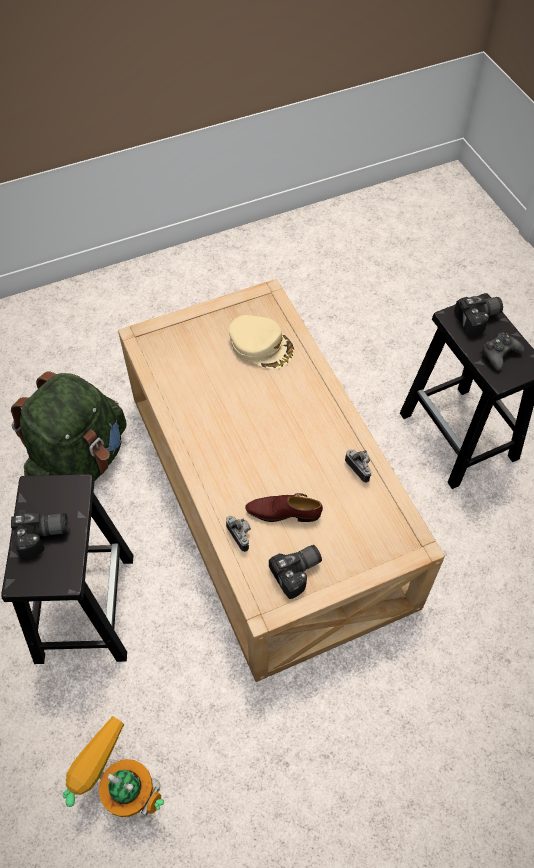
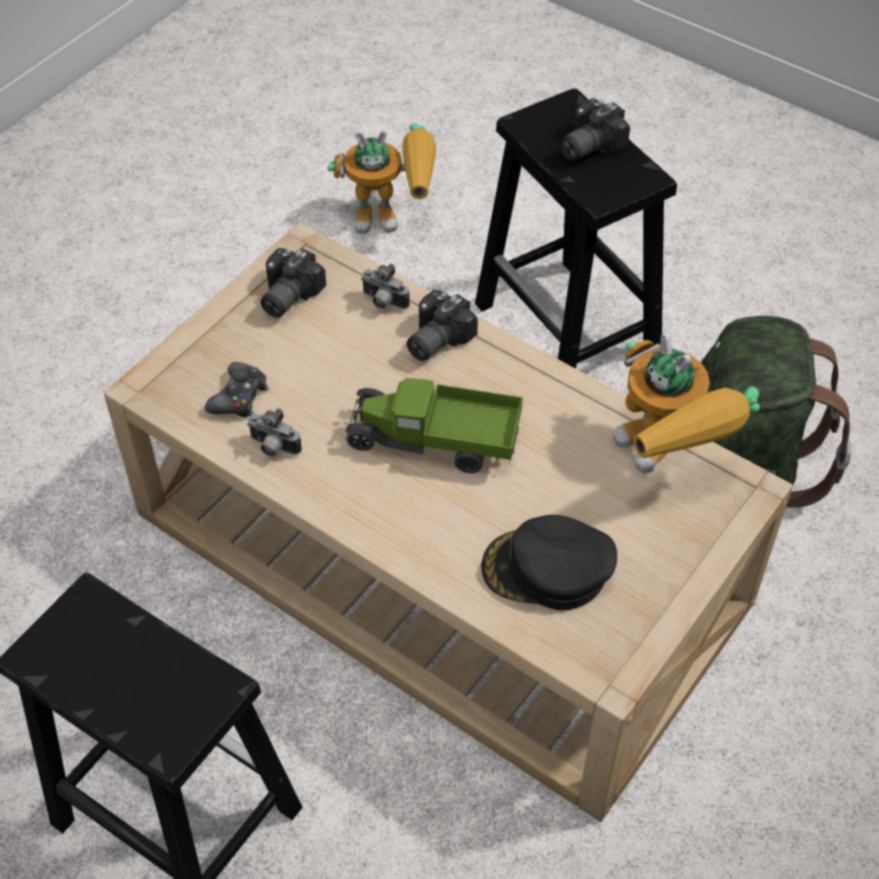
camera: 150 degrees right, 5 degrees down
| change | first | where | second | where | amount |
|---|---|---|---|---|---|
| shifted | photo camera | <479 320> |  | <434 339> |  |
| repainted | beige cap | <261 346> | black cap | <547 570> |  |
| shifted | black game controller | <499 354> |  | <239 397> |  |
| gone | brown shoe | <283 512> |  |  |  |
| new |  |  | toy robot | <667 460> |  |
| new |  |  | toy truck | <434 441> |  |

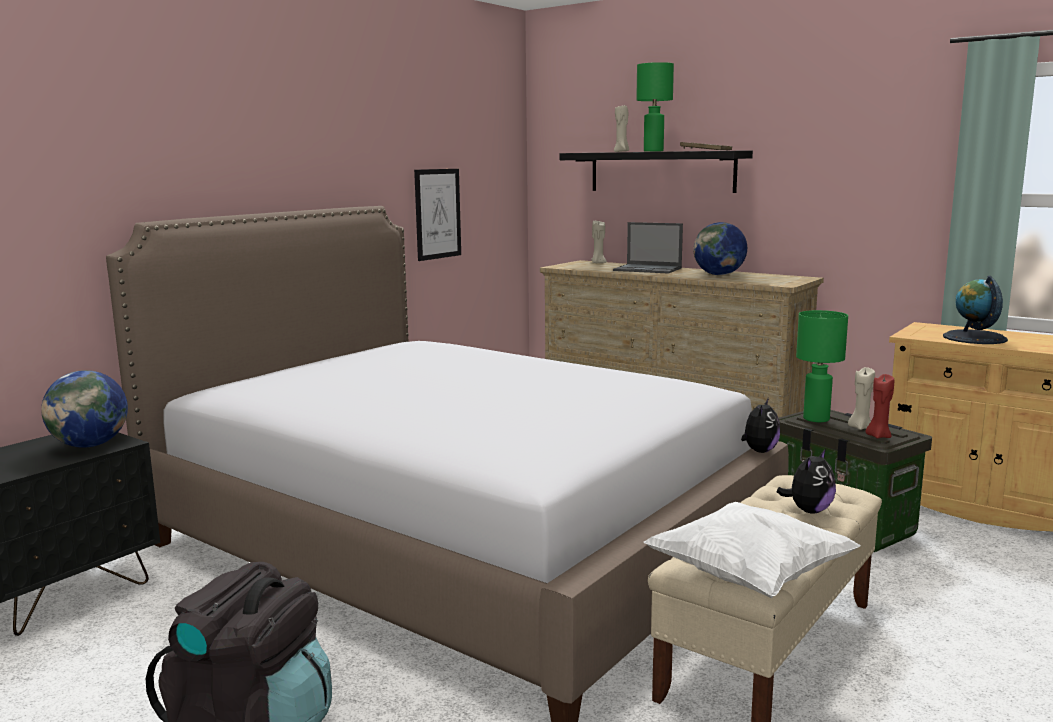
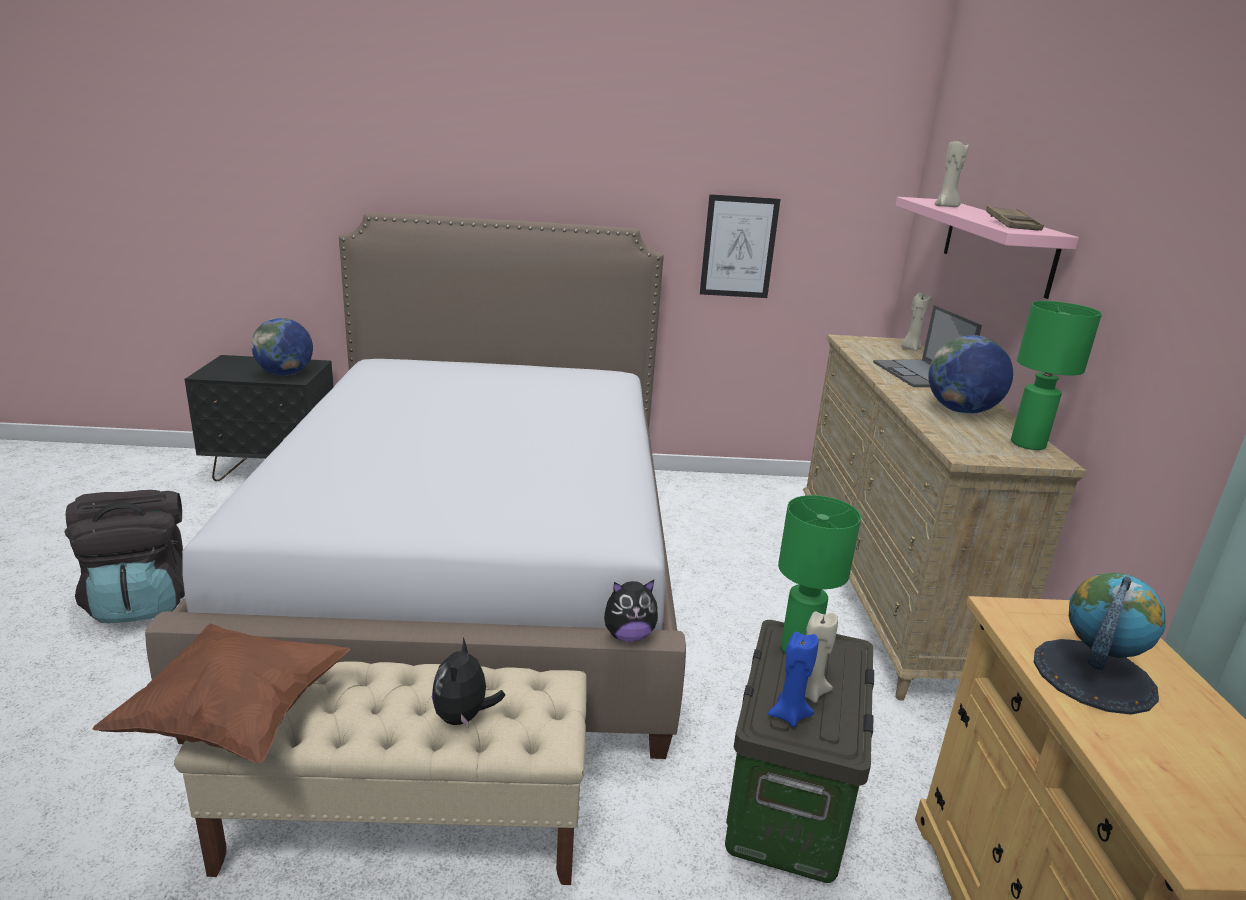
camera: 50 degrees right, 10 degrees up
| change | first | where | second | where | amount |
|---|---|---|---|---|---|
| shifted | green table lamp | <653 151> |  | <1027 444> |  |
| repainted | black shelf | <661 171> | pink shelf | <996 244> |  |
| repainted | red candle | <878 436> | blue candle | <789 715> |  |
| rotated | plush toy | <808 510> |  | <464 717> | 90 degrees clockwise |
| repainted | white pillow | <749 577> | brown pillow | <236 717> |  |

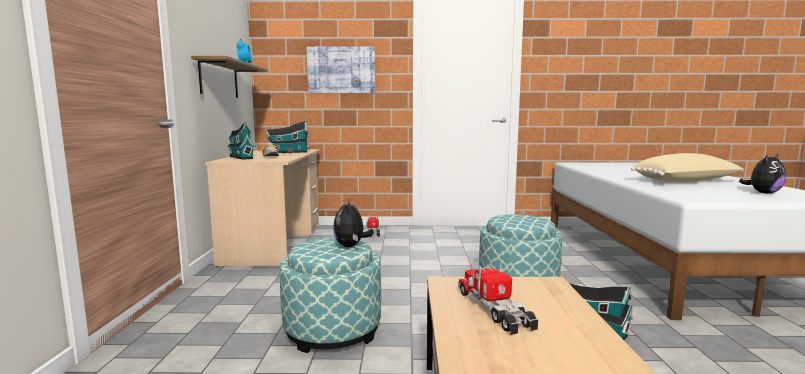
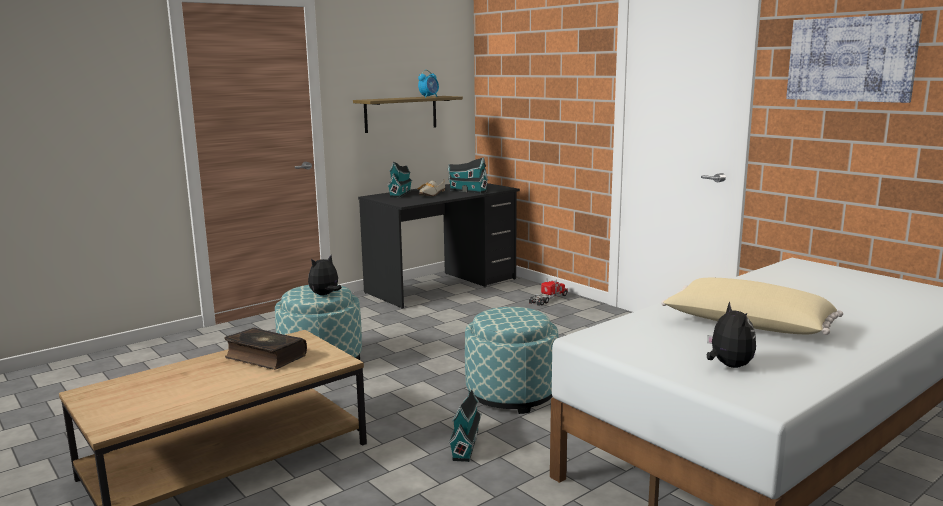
camera: 50 degrees right, 5 degrees up
| change | first | where | second | where | amount |
|---|---|---|---|---|---|
| shifted | picture | <341 70> |  | <851 59> |  |
| repainted | beige desk | <275 243> | black desk | <442 286> |  |
| rotated | plush toy | <763 193> |  | <728 365> | 120 degrees counterclockwise |
| swapped | toy truck | <494 309> | book | <265 357> |  |

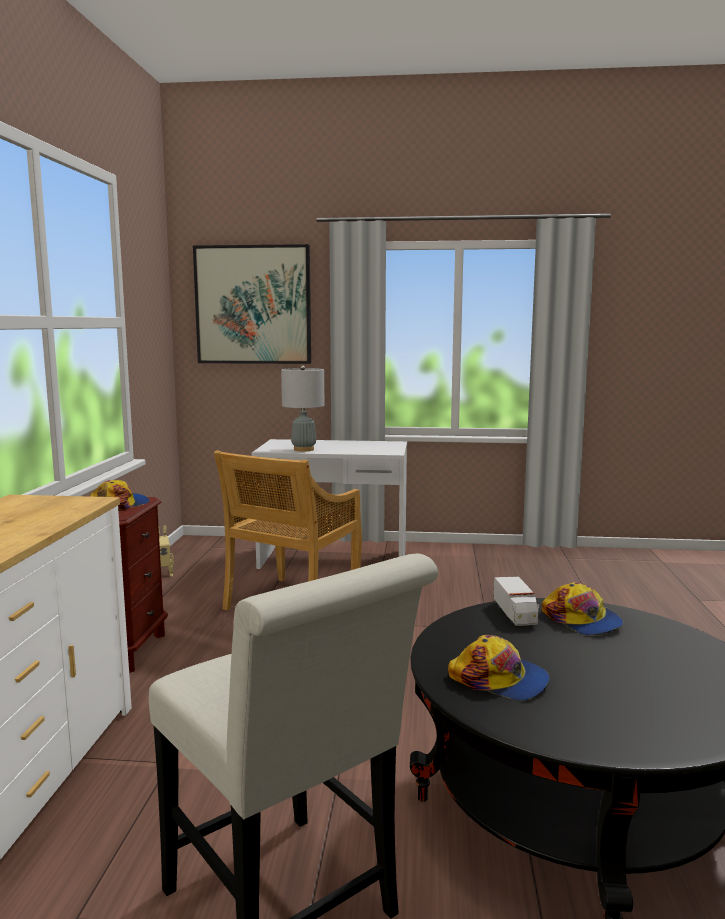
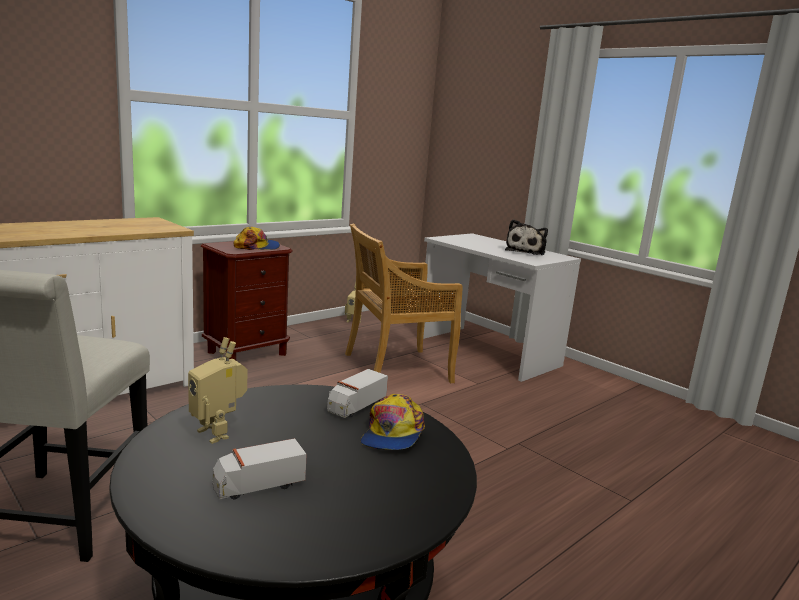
camera: 40 degrees right, 5 degrees up
| change | first | where | second | where | amount |
|---|---|---|---|---|---|
| gone | picture | <253 305> |  |  |  |
| gone | grey table lamp | <304 449> |  |  |  |
| swapped | cap | <499 680> | toy robot | <218 432> |  |
| new |  |  | plush toy | <526 251> |  |
| new |  |  | toy truck | <258 486> |  |

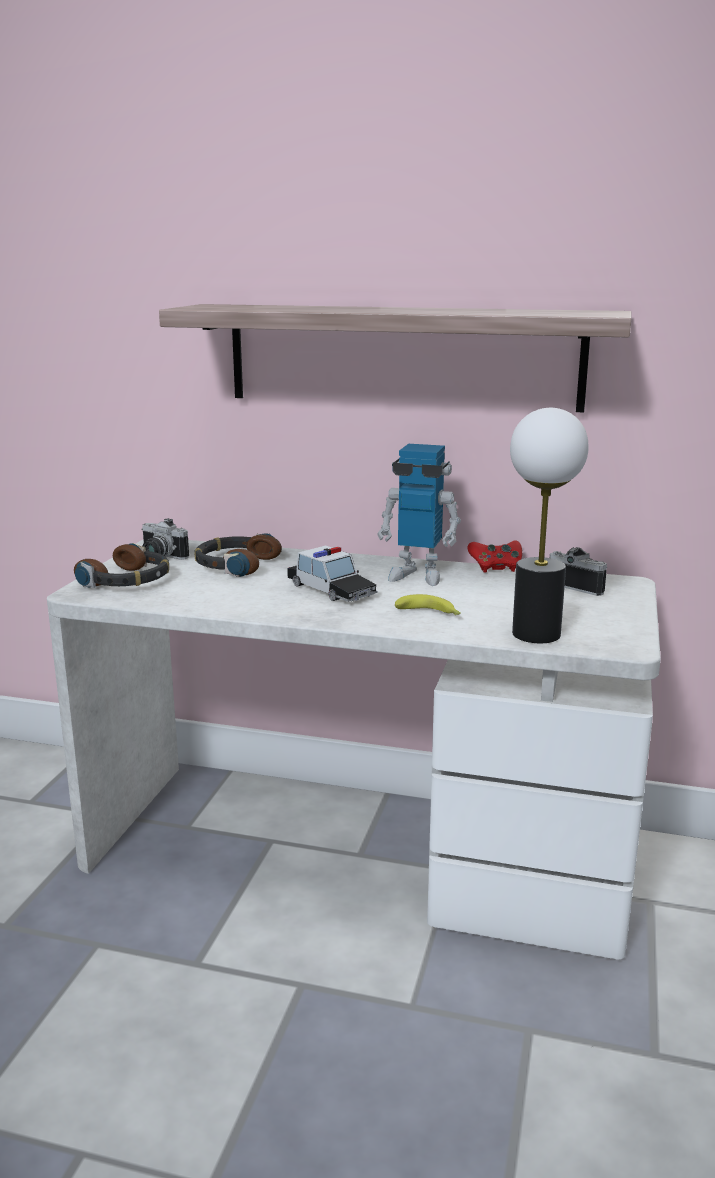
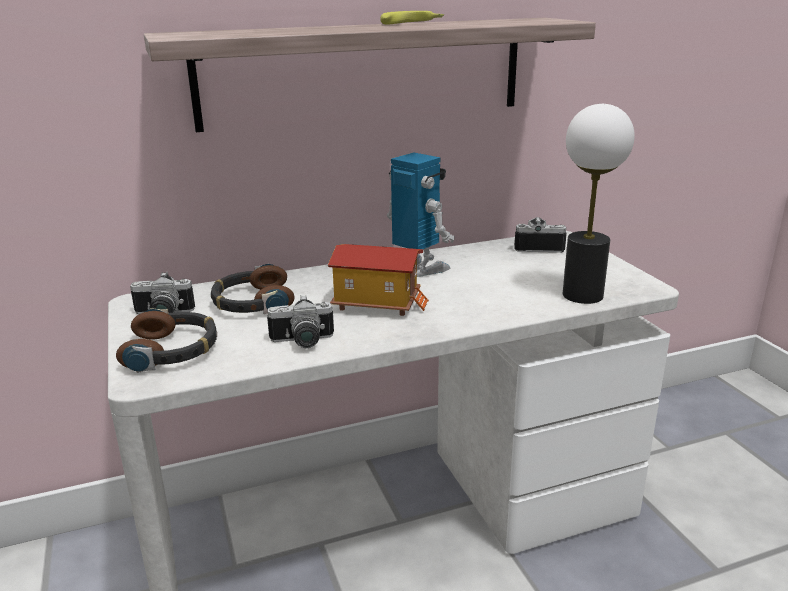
camera: 35 degrees left, 5 degrees up
| change | first | where | second | where | amount |
|---|---|---|---|---|---|
| rotated | toy robot | <417 575> |  | <419 269> | 120 degrees counterclockwise |
| gone | red game controller | <495 568> |  |  |  |
| swapped | toy car | <331 590> | toy house | <378 302> |  |
| shifted | banana | <430 614> |  | <412 24> |  |
| new |  |  | photo camera | <302 342> |  |

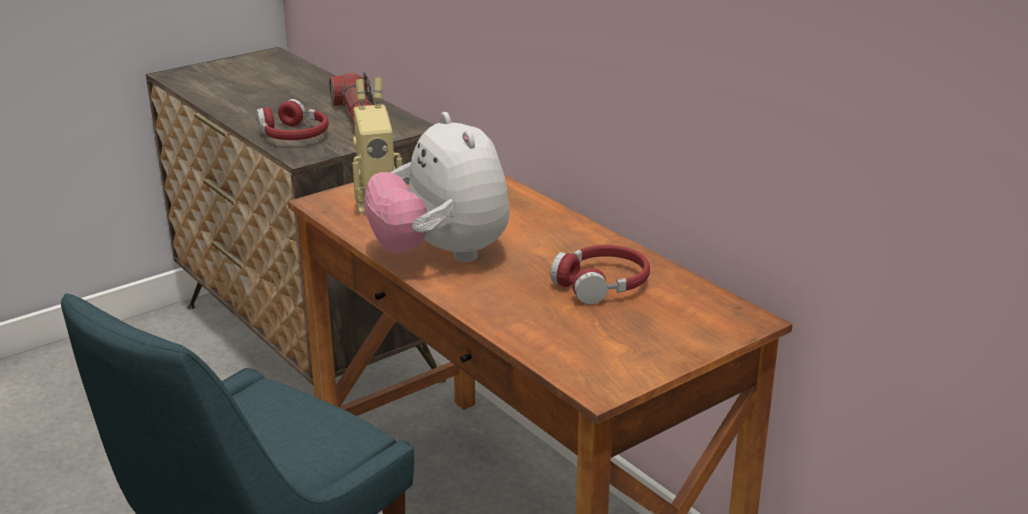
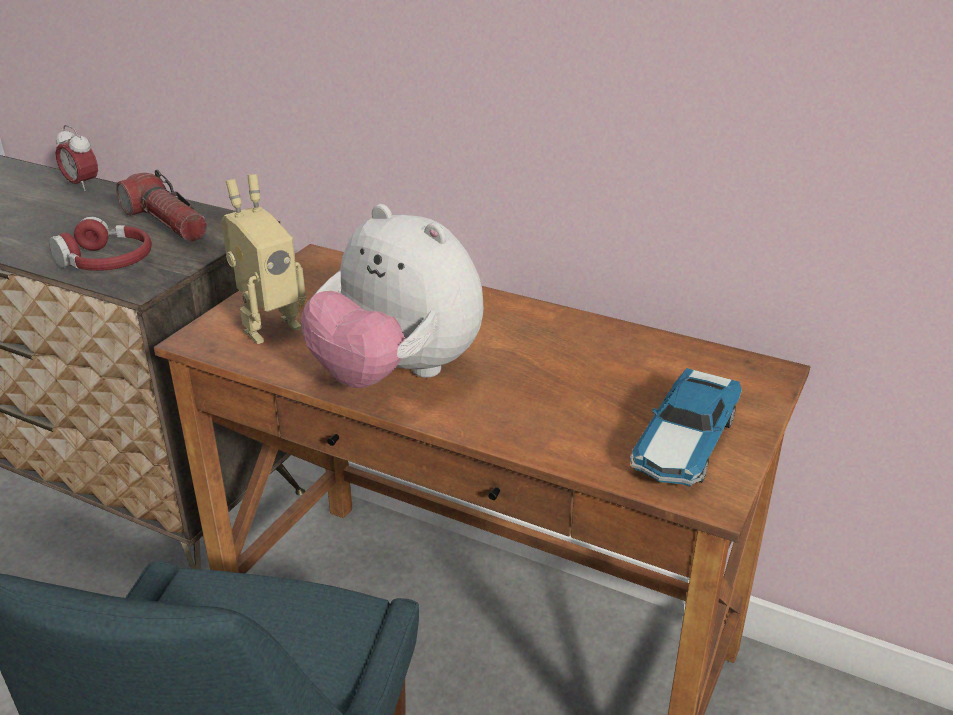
camera: 25 degrees left, 5 degrees up
| change | first | where | second | where | amount |
|---|---|---|---|---|---|
| gone | red headphones | <602 284> |  |  |  |
| new |  |  | alarm clock | <82 185> |  |
| new |  |  | toy car | <684 443> |  |

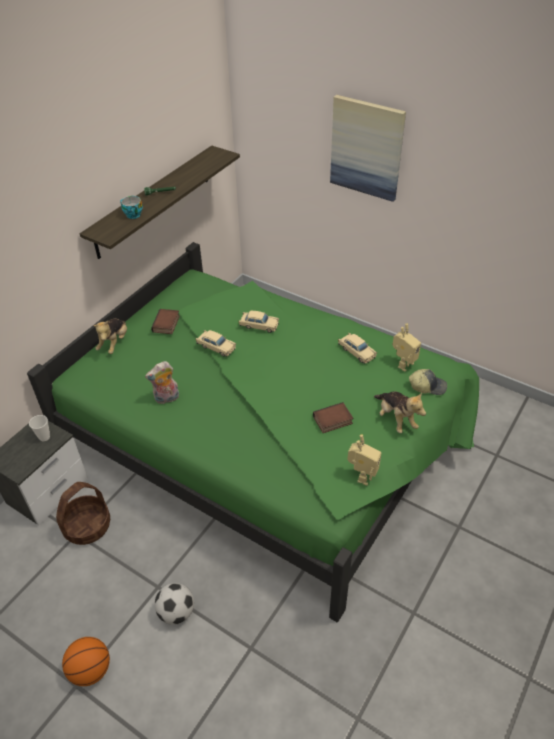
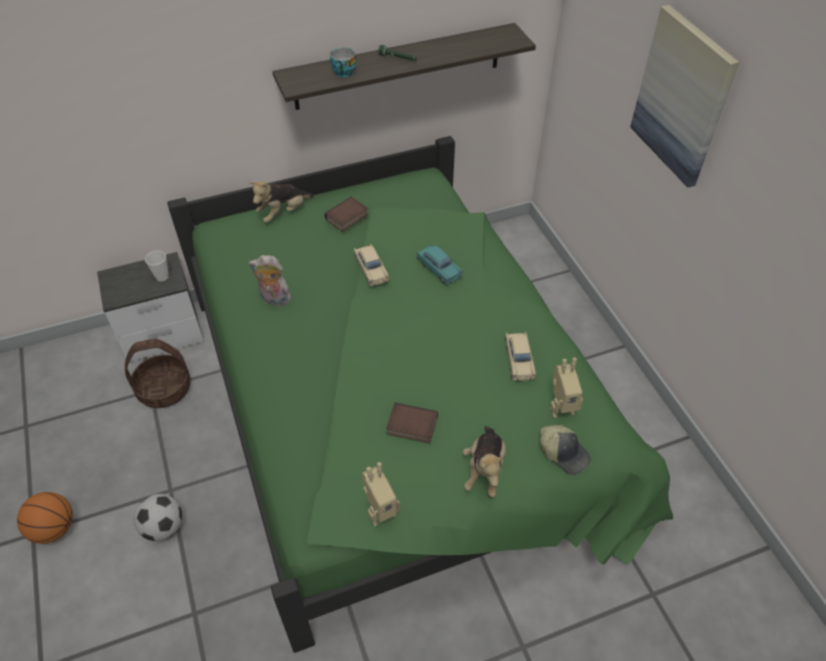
camera: 35 degrees right, 5 degrees up
| change | first | where | second | where | amount |
|---|---|---|---|---|---|
| repainted | beige toy car | <259 325> | turquoise toy car | <439 268> |  |

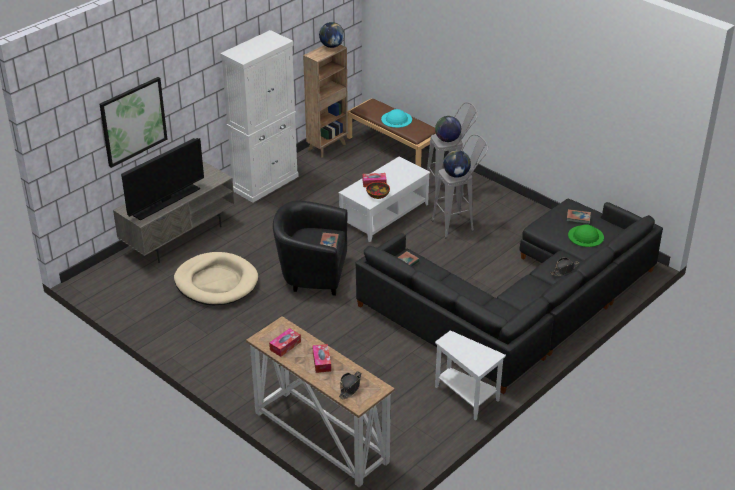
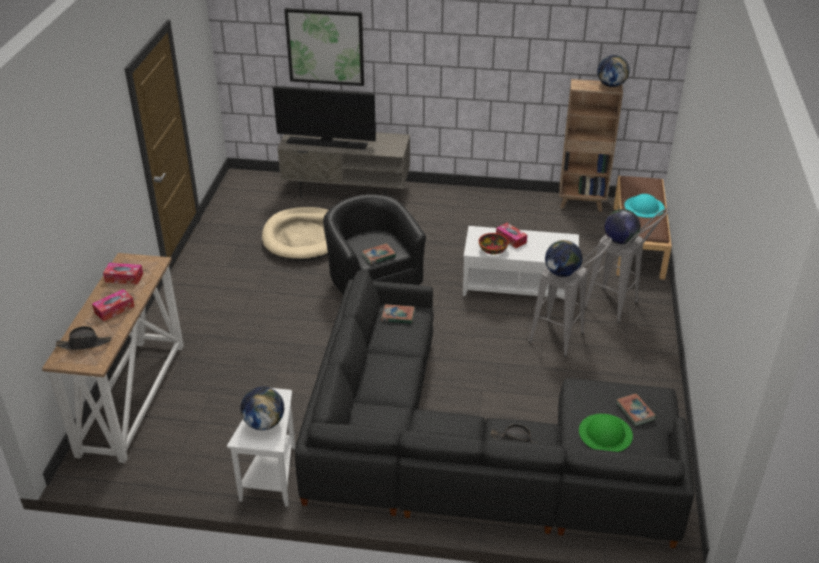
camera: 55 degrees right, 0 degrees up
| change | first | where | second | where | amount |
|---|---|---|---|---|---|
| gone | white cabinet | <265 183> |  |  |  |
| new |  |  | globe | <264 423> |  |

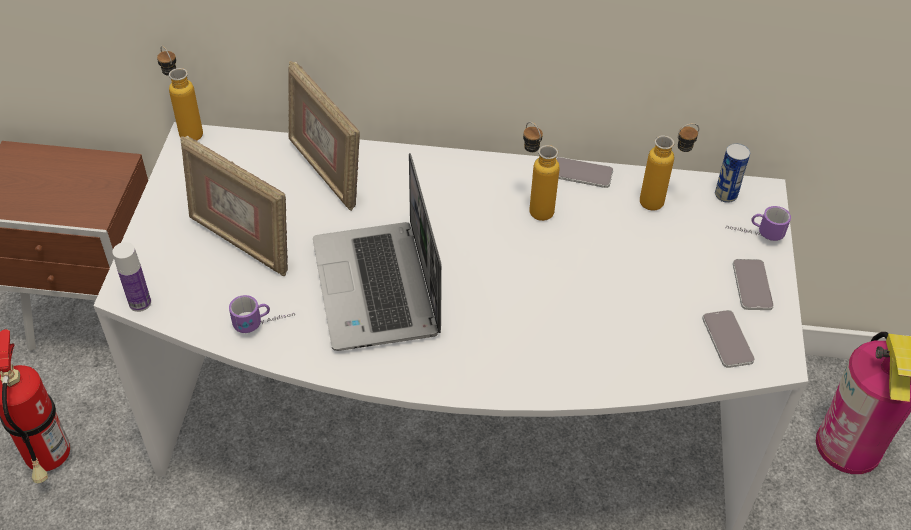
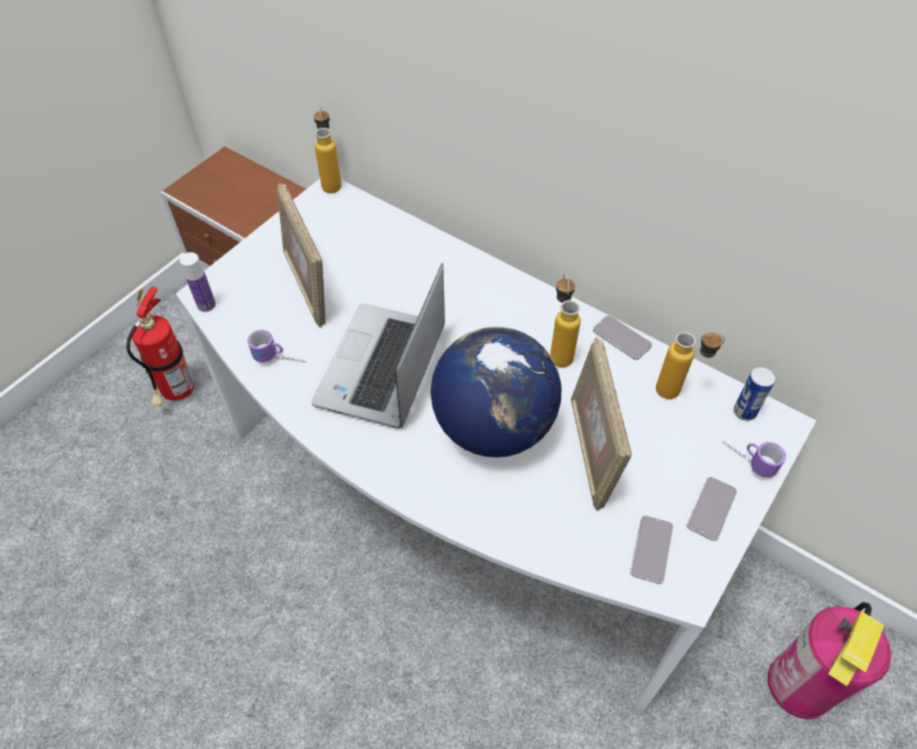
camera: 30 degrees right, 5 degrees up
| change | first | where | second | where | amount |
|---|---|---|---|---|---|
| shifted | picture frame | <325 172> |  | <590 452> |  |
| new |  |  | globe | <493 426> |  |

